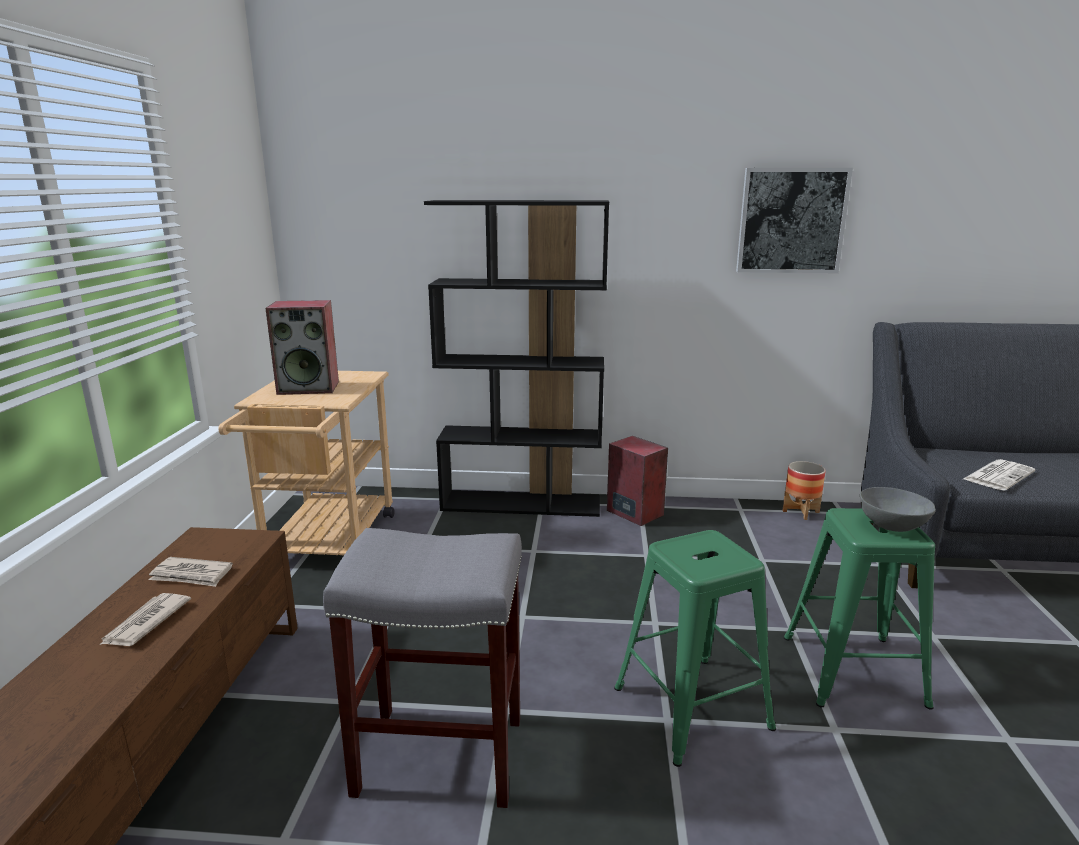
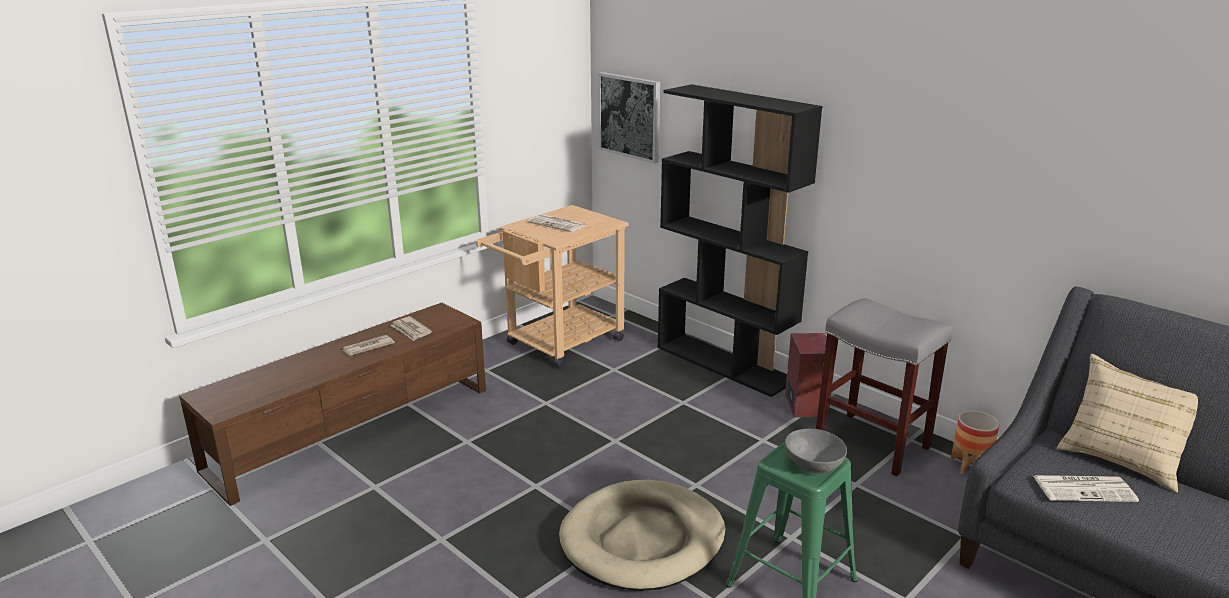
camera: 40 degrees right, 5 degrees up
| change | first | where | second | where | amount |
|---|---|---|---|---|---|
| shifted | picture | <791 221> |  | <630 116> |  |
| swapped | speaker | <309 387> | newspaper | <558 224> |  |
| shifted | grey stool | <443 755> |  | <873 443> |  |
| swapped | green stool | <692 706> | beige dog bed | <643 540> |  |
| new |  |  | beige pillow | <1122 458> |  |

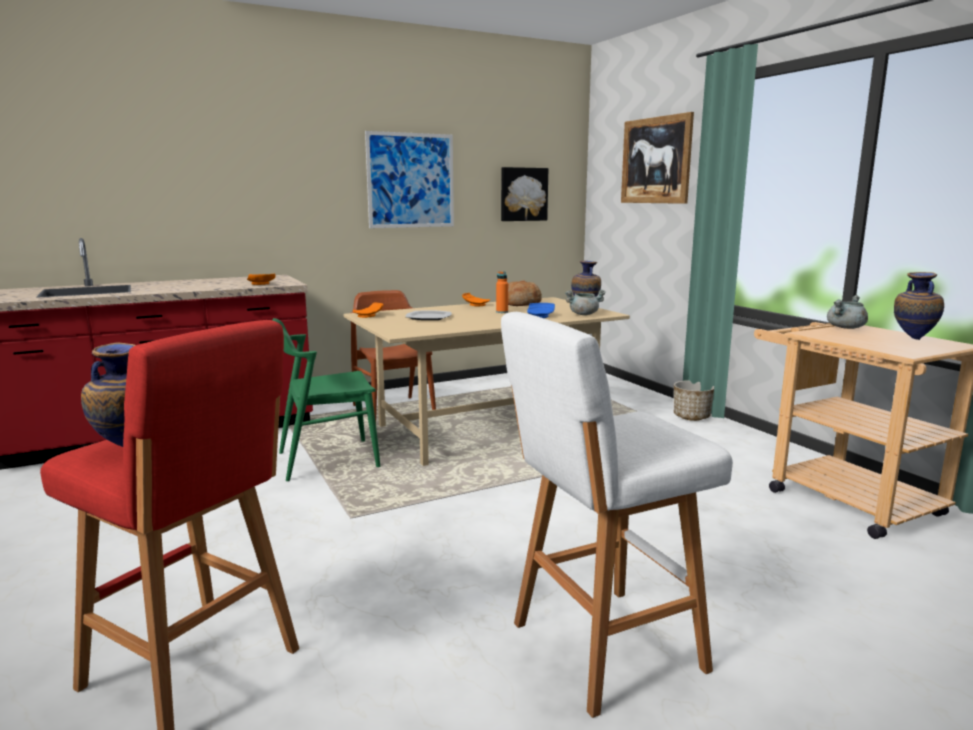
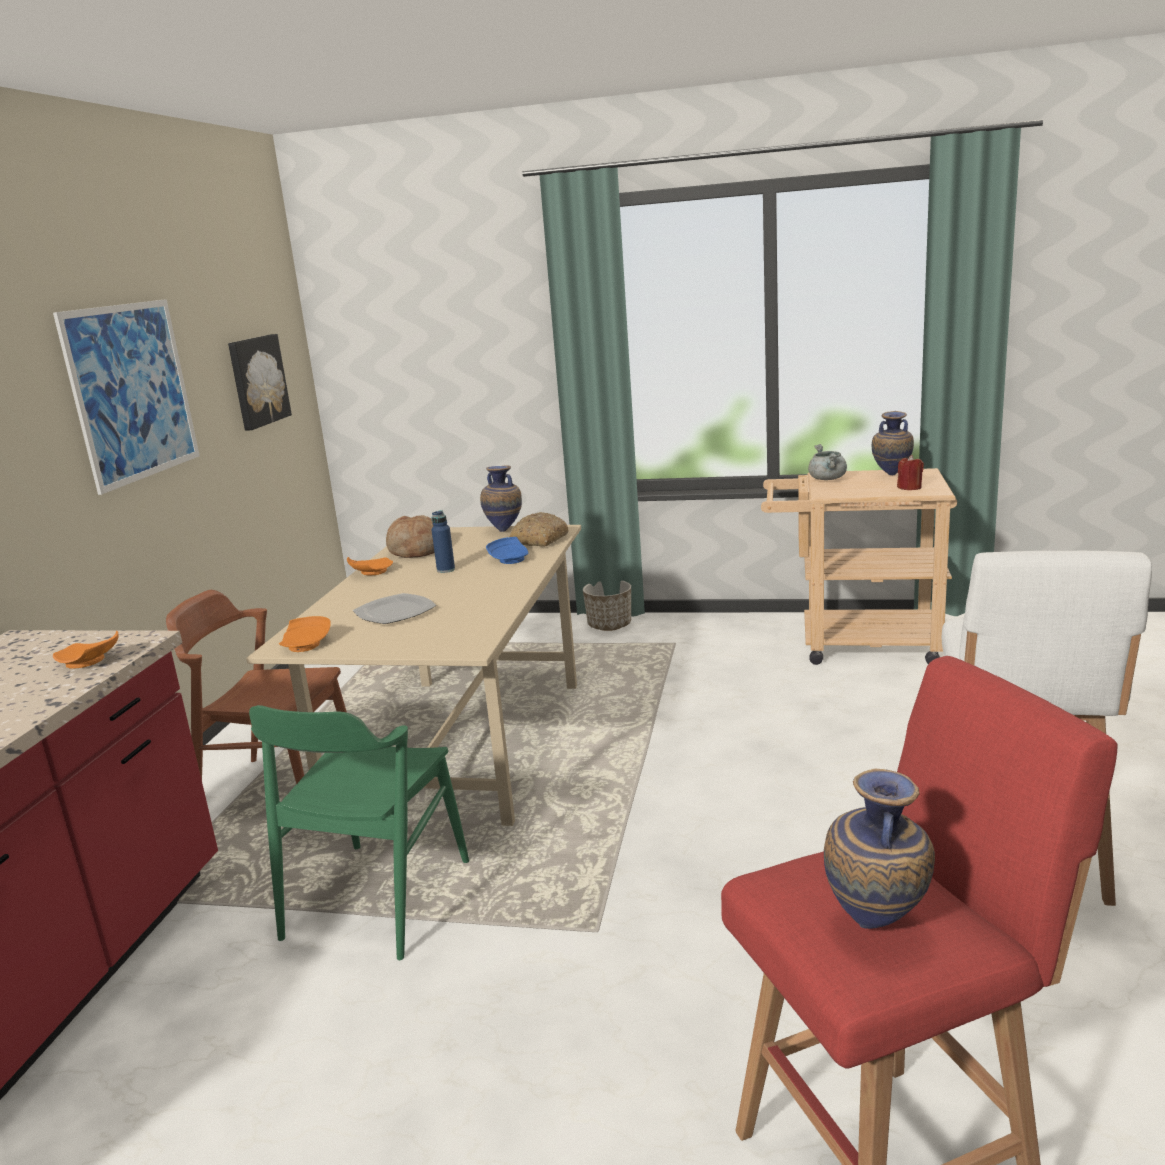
camera: 50 degrees left, 5 degrees up
| change | first | where | second | where | amount |
|---|---|---|---|---|---|
| gone | picture | <655 160> |  |  |  |
| repainted | orange bottle | <502 312> | blue bottle | <446 570> |  |
| swapped | grey cooking pot | <584 314> | bread | <540 539> |  |
| new |  |  | red candle | <909 488> |  |

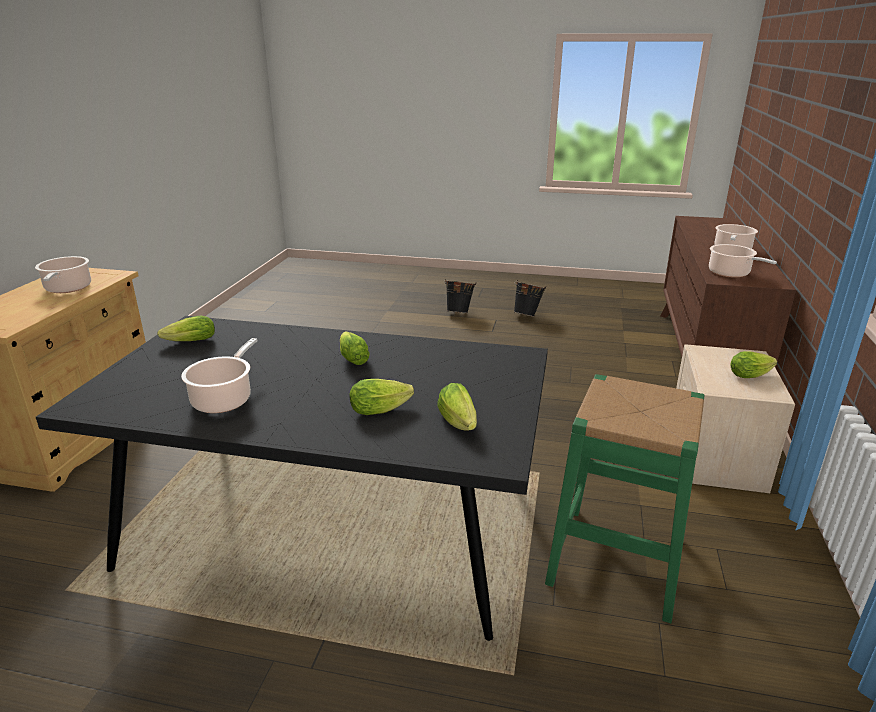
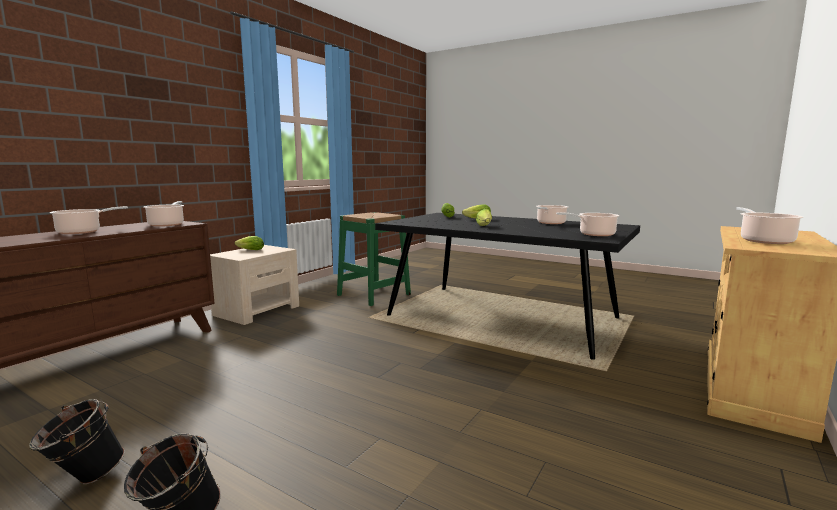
camera: 160 degrees left, 15 degrees down
| change | first | where | second | where | amount |
|---|---|---|---|---|---|
| swapped | lettuce | <188 342> | cooking pot | <594 234> |  |

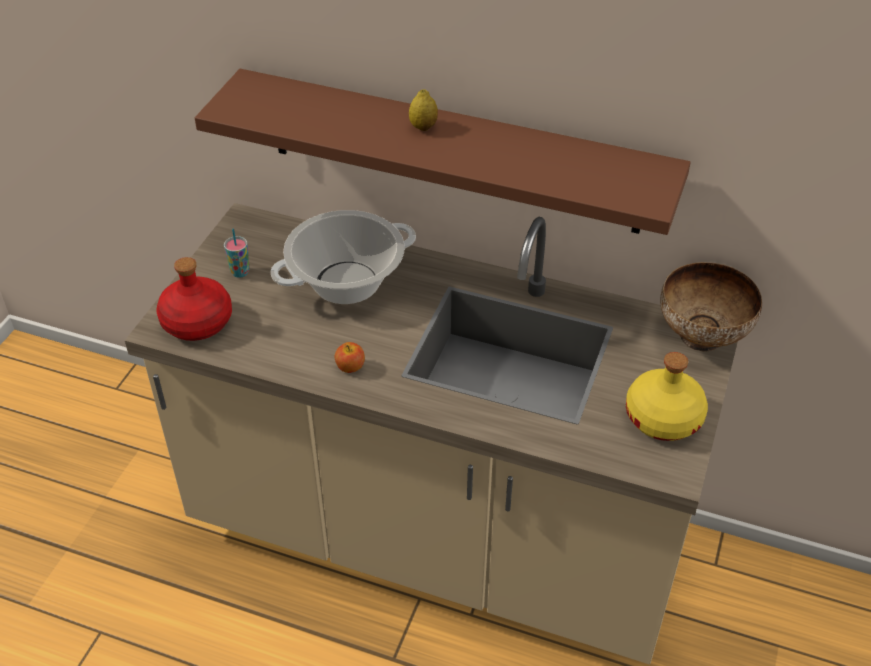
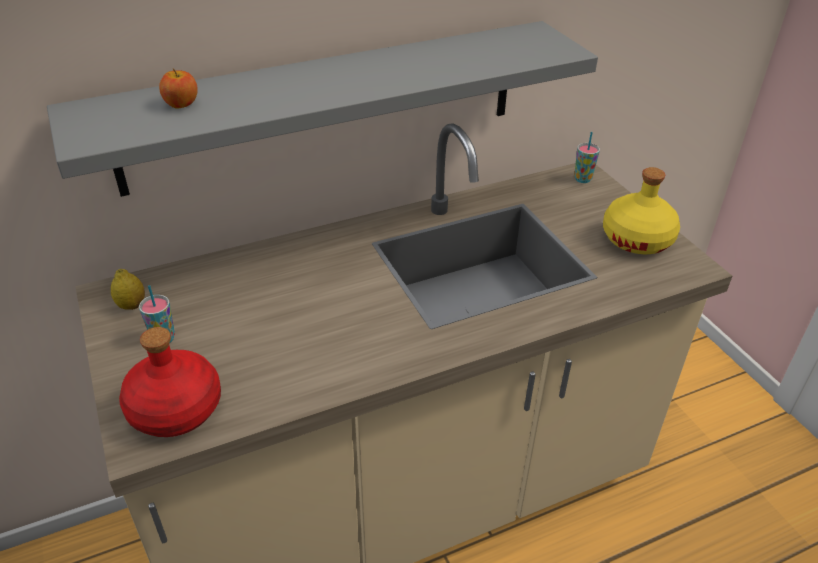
camera: 45 degrees left, 5 degrees down
| change | first | where | second | where | amount |
|---|---|---|---|---|---|
| repainted | brown shelf | <452 152> | grey shelf | <325 106> |  |
| shifted | lemon | <423 127> |  | <131 305> |  |
| gone | cooking pot | <347 283> |  |  |  |
| swapped | bowl | <702 338> | cup | <582 179> |  |
| shifted | apple | <350 367> |  | <181 104> |  |

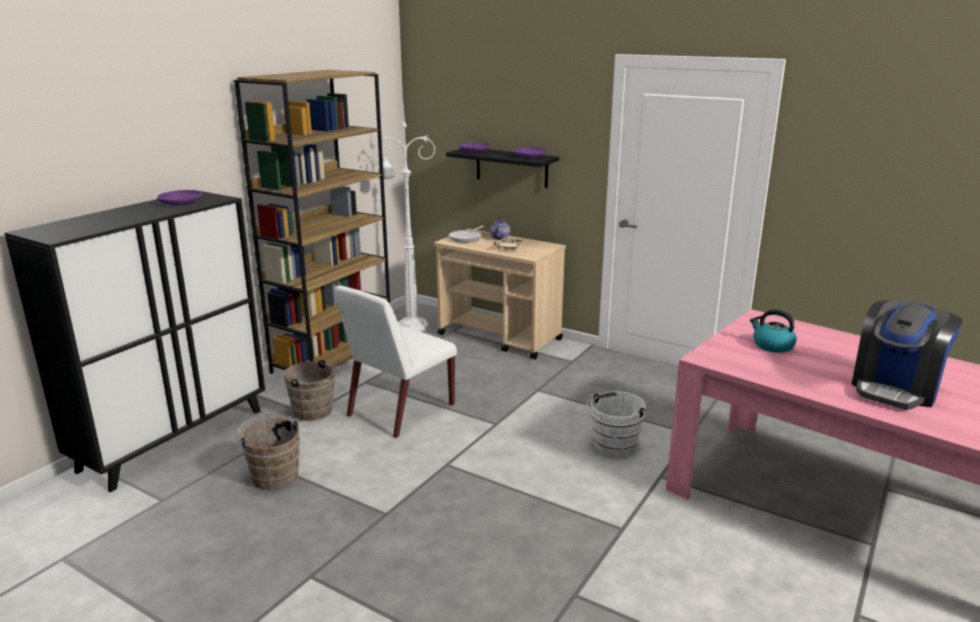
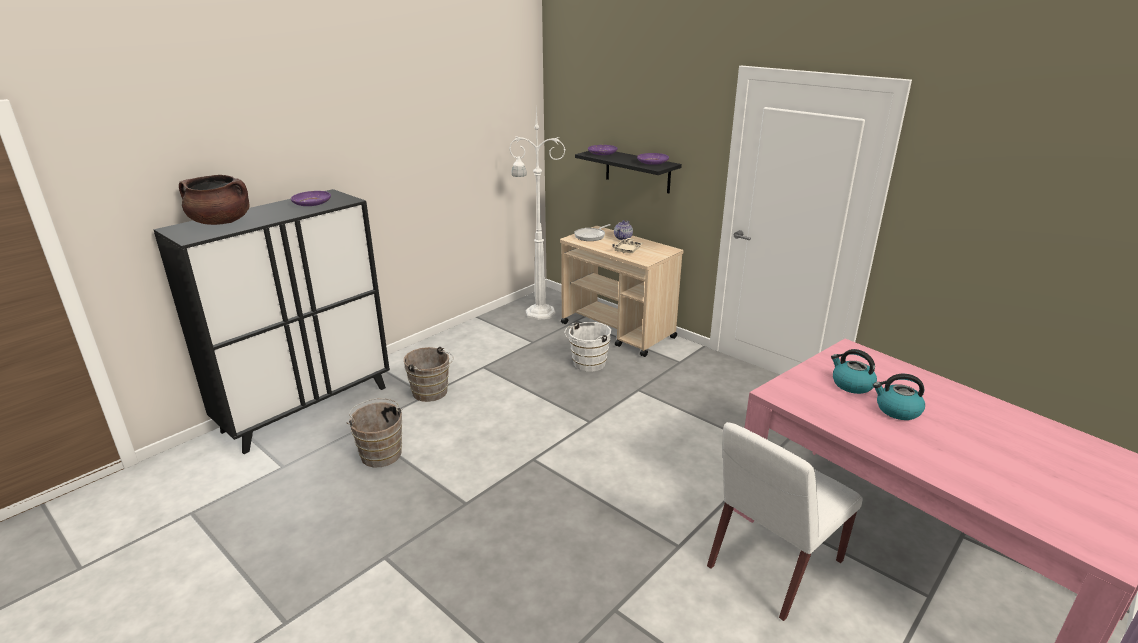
camera: 10 degrees right, 5 degrees up
| change | first | where | second | where | amount |
|---|---|---|---|---|---|
| gone | brown bookcase | <333 358> |  |  |  |
| shifted | white chair | <400 411> |  | <773 565> |  |
| gone | coffee machine | <896 388> |  |  |  |
| shifted | white bucket | <613 447> |  | <587 364> |  |
| new |  |  | brown cooking pot | <221 222> |  |
| new |  |  | kettle | <897 410> |  |

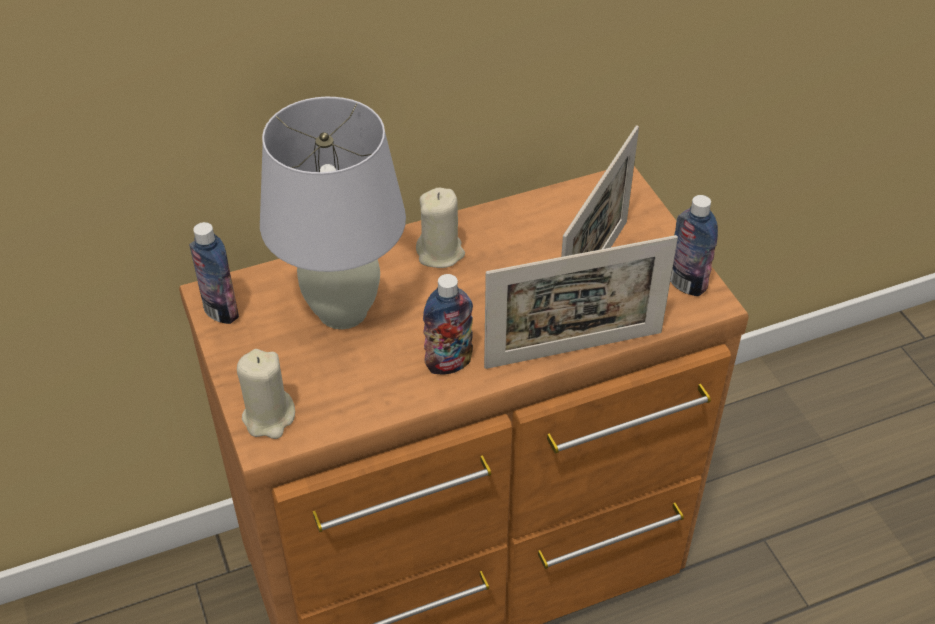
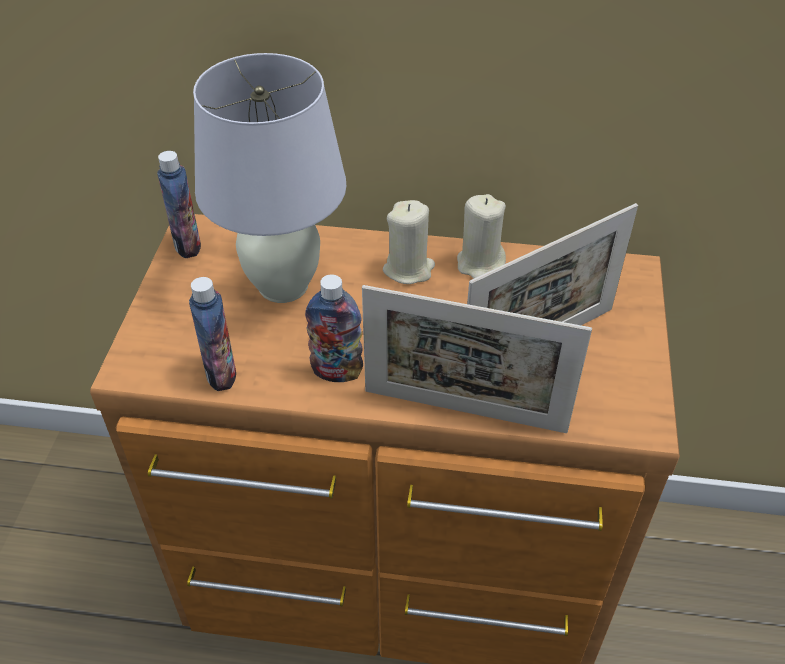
camera: 30 degrees right, 0 degrees up
| change | first | where | second | where | amount |
|---|---|---|---|---|---|
| shifted | bottle | <686 283> |  | <221 374> |  |
| shifted | beige candle | <269 417> |  | <480 264> |  |

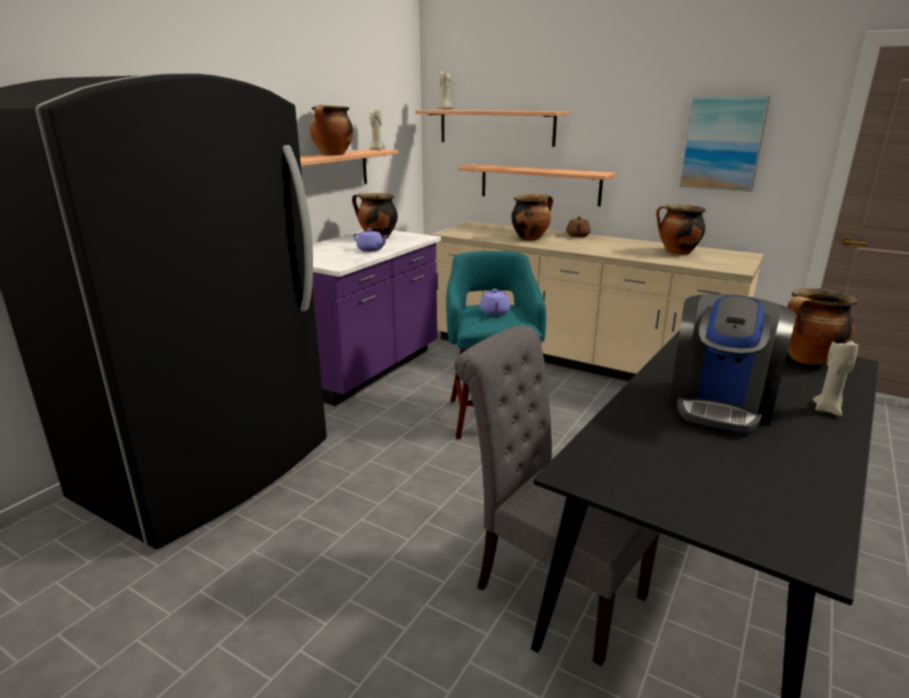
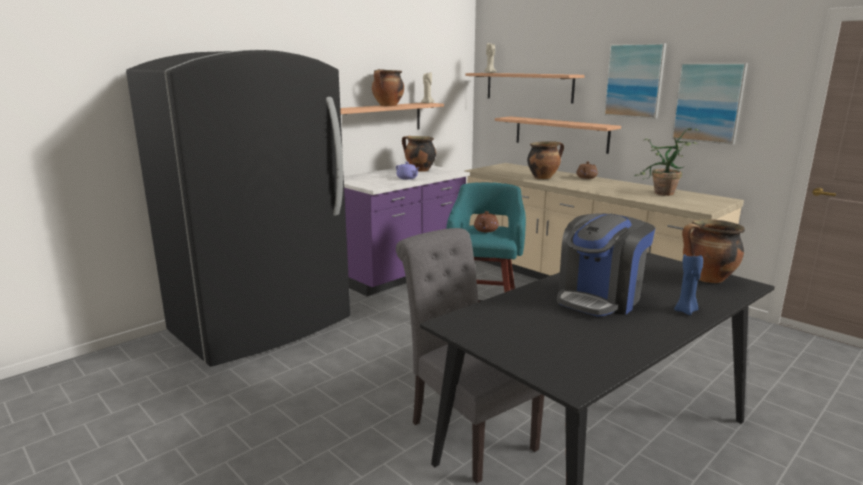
camera: 15 degrees right, 5 degrees down
| change | first | where | second | where | amount |
|---|---|---|---|---|---|
| swapped | cooking pot | <677 252> | potted plant | <661 194> |  |
| repainted | purple teapot | <494 312> | brown teapot | <485 230> |  |
| repainted | beige candle | <828 409> | blue candle | <686 311> |  |
| new |  |  | picture | <634 80> |  |

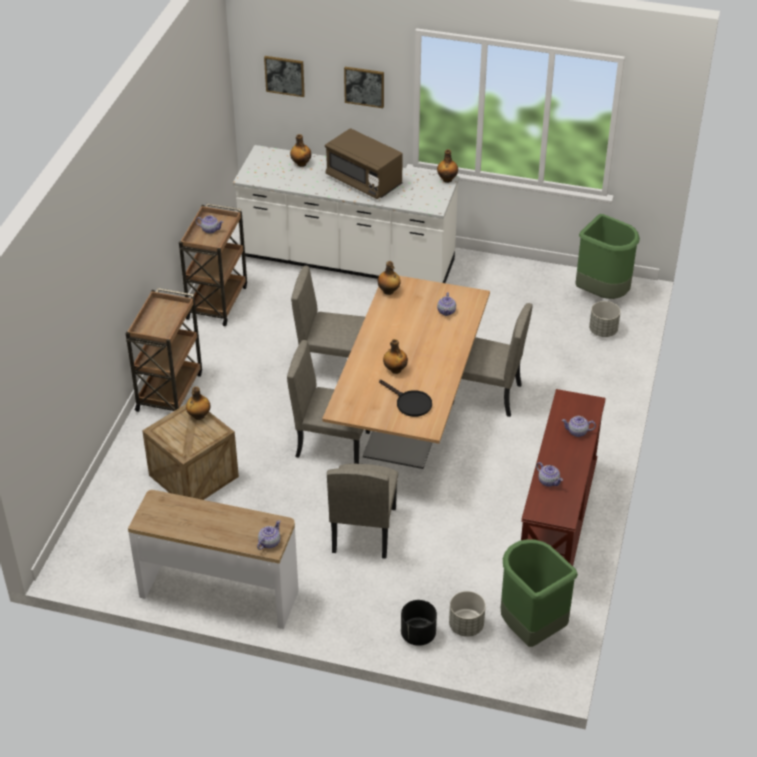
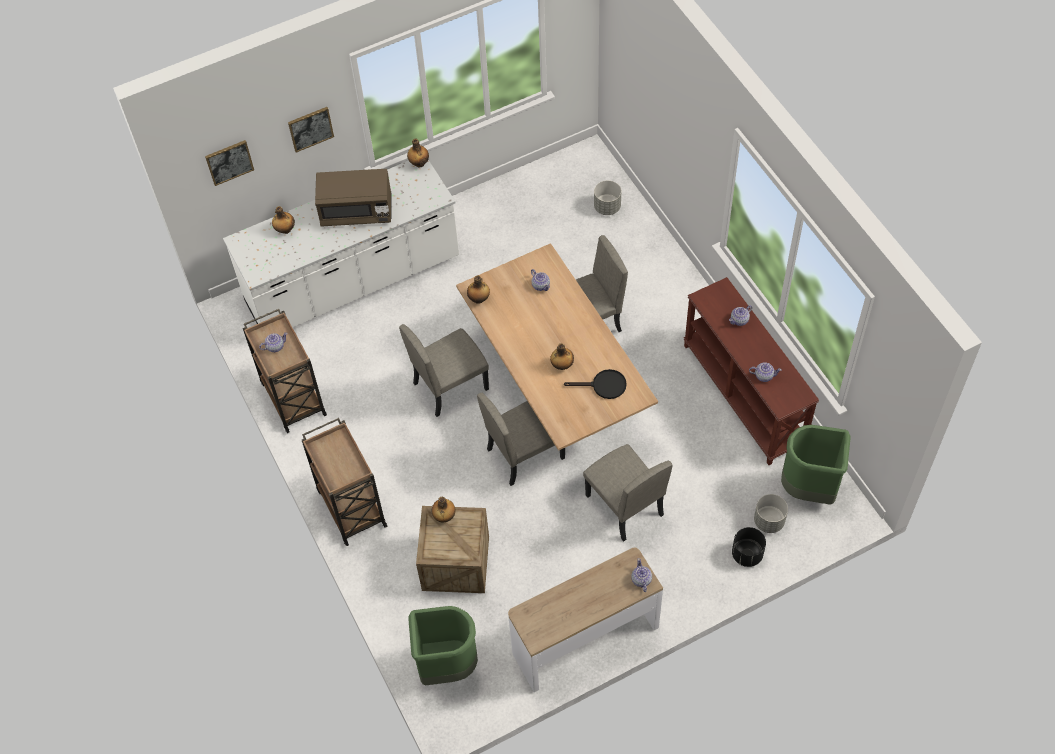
camera: 40 degrees left, 15 degrees up
| change | first | where | second | where | amount |
|---|---|---|---|---|---|
| shifted | green trash can | <602 293> |  | <446 665> |  |

